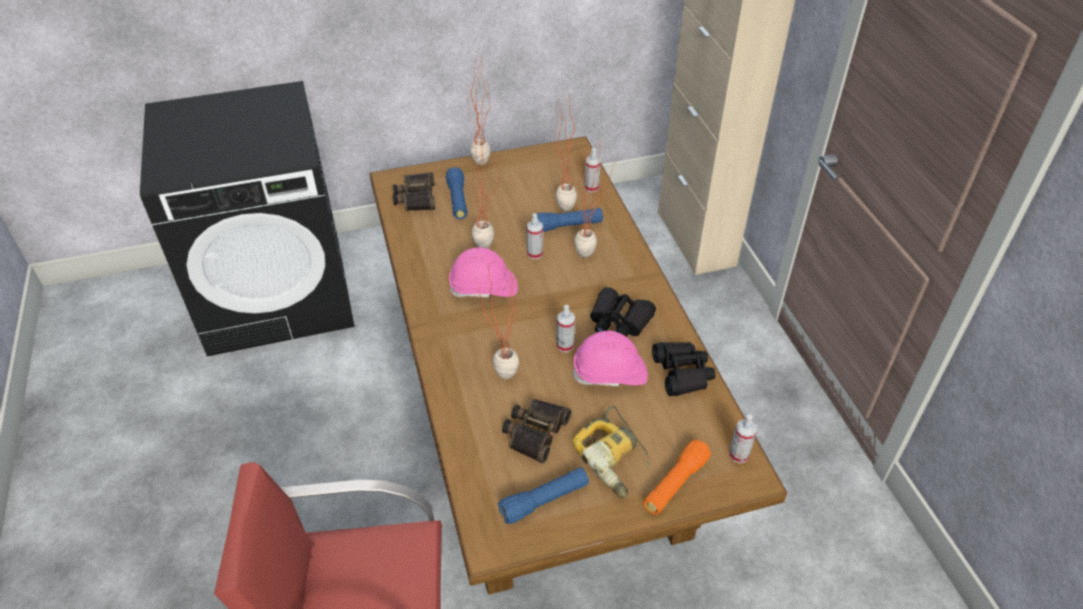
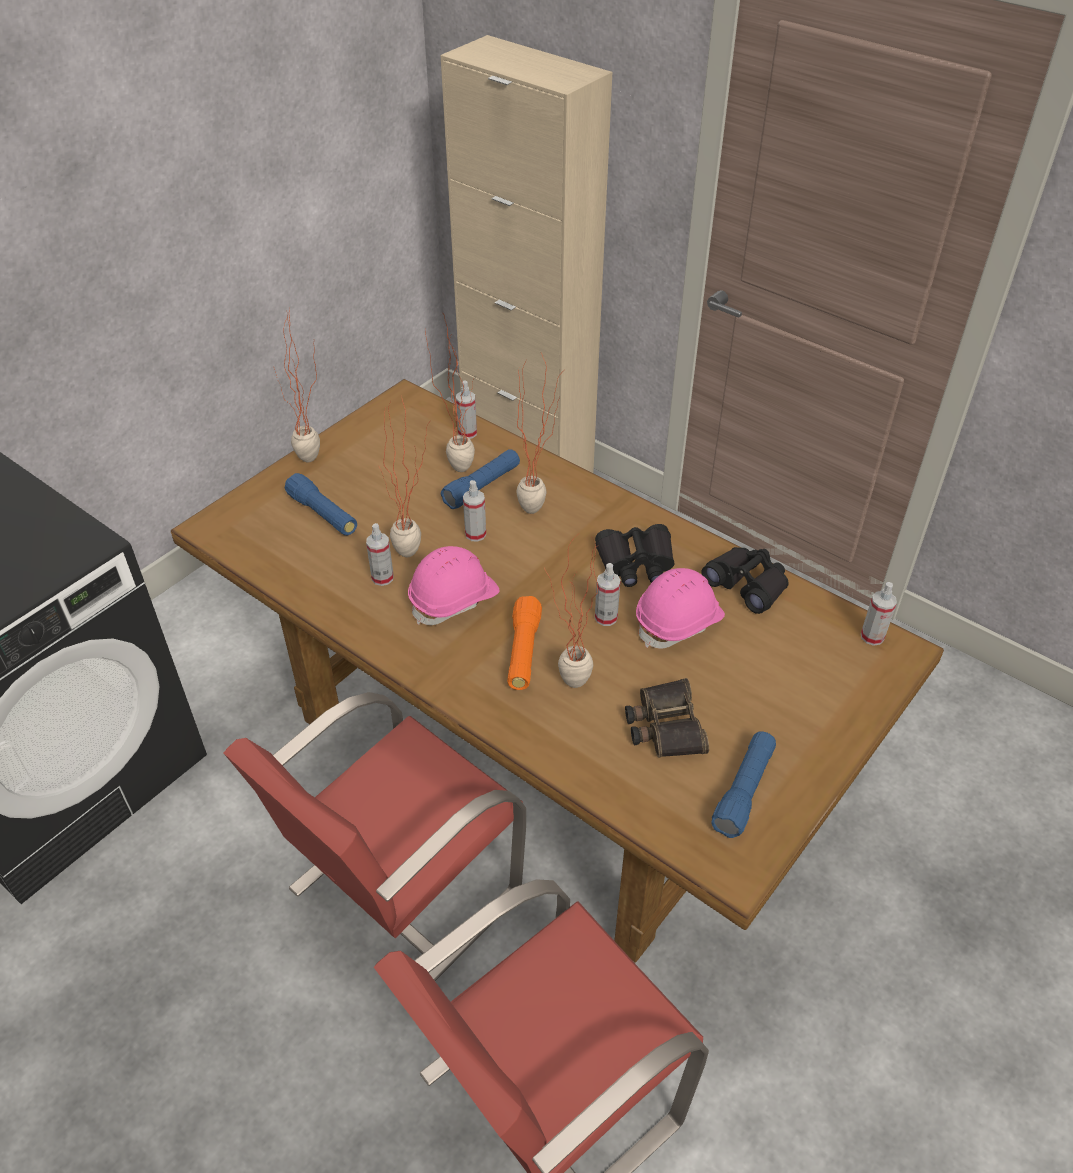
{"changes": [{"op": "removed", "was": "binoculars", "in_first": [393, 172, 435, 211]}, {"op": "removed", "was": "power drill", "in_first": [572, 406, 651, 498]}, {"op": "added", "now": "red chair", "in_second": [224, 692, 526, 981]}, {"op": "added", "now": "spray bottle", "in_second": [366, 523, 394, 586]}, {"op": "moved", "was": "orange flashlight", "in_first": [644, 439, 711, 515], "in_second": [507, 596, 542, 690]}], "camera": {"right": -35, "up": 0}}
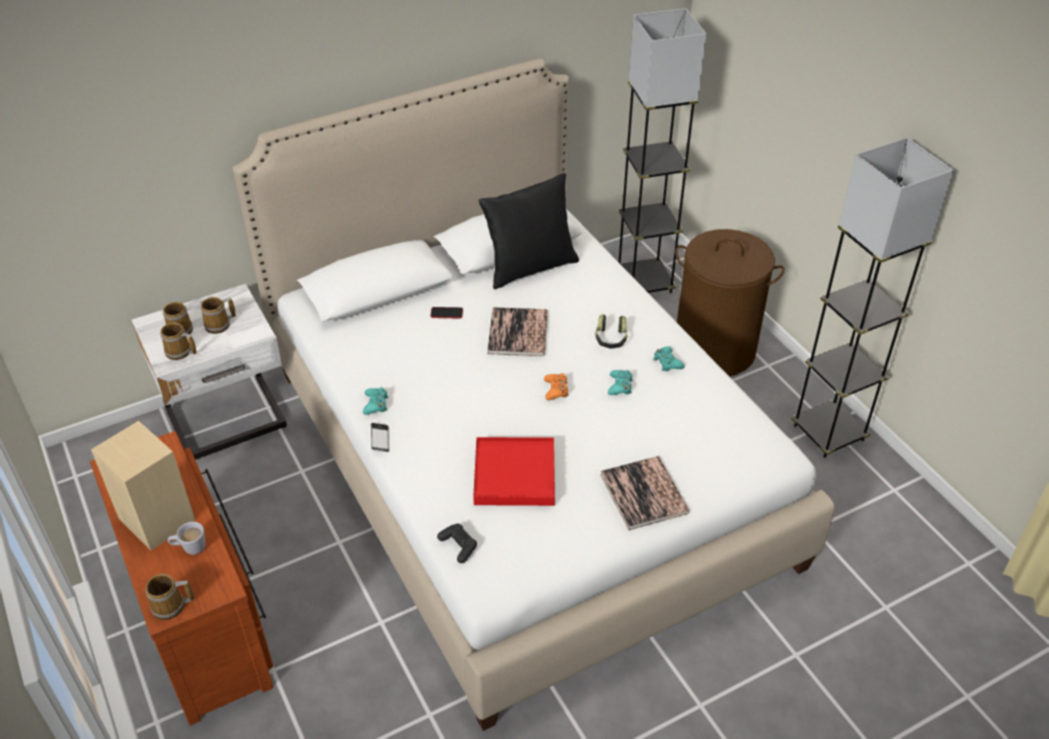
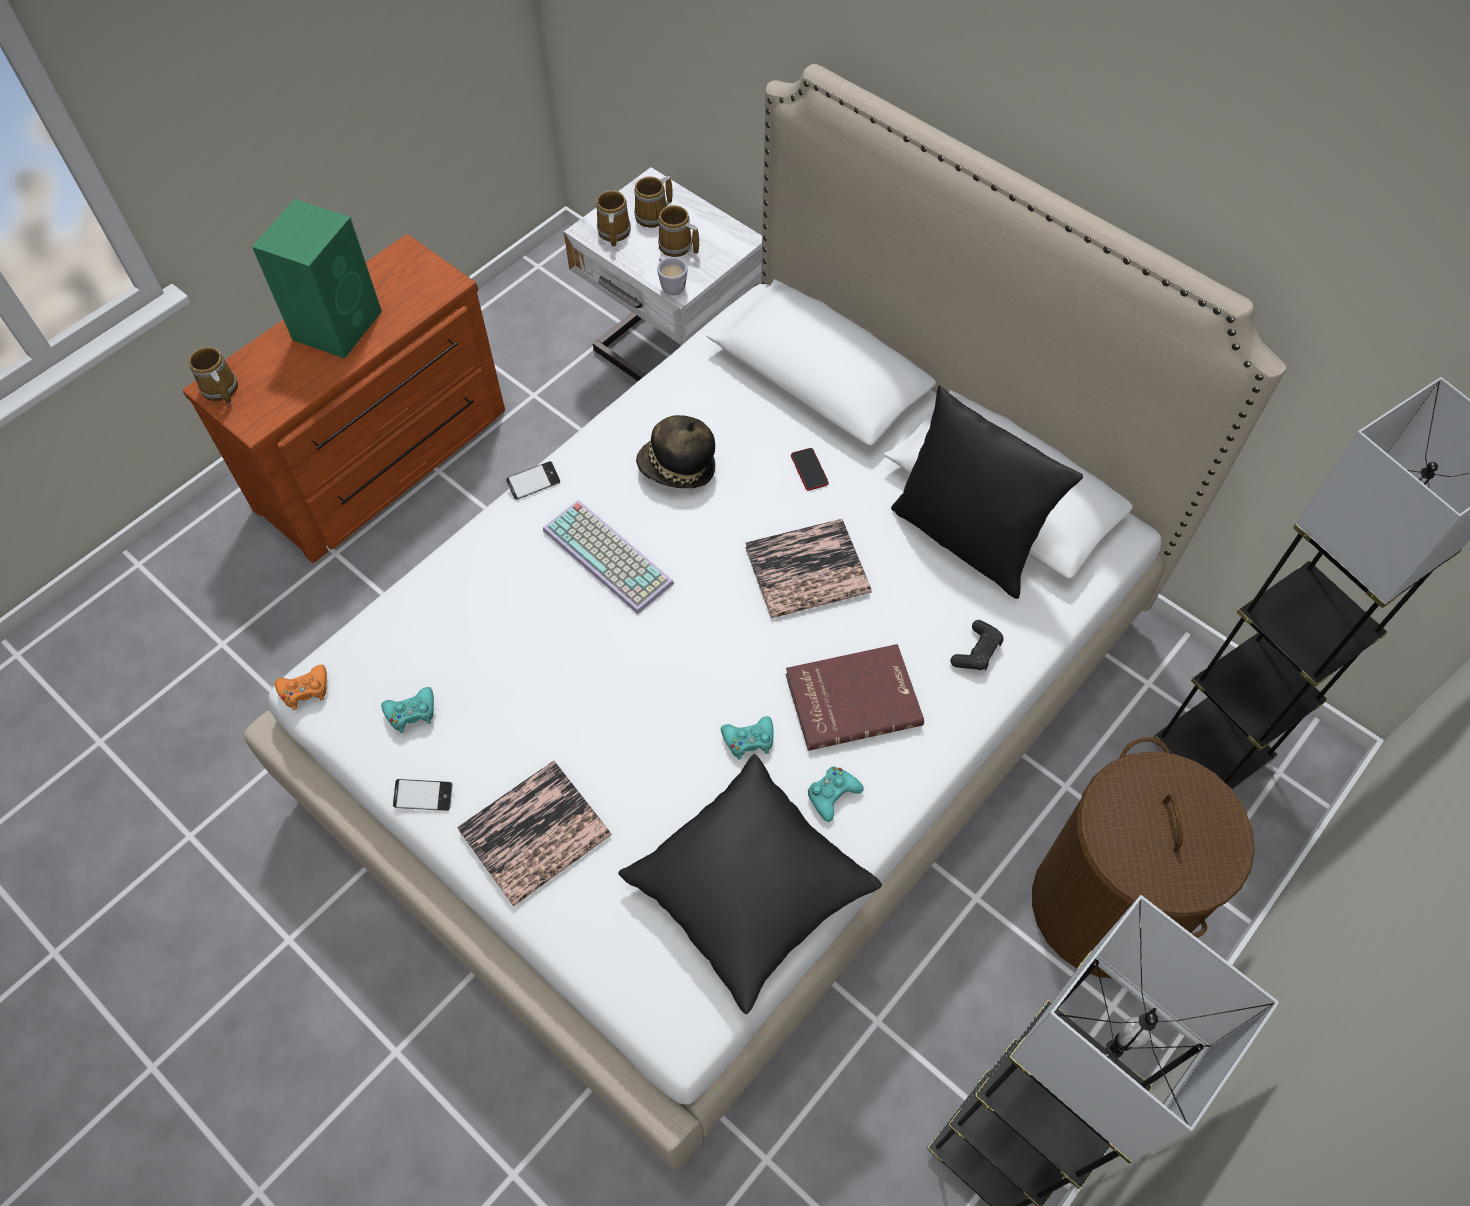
{"changes": [{"op": "removed", "was": "red tray", "in_first": [473, 437, 555, 506]}, {"op": "added", "now": "phone", "in_second": [393, 779, 453, 811]}, {"op": "added", "now": "keyboard", "in_second": [543, 500, 674, 614]}, {"op": "added", "now": "black pillow", "in_second": [619, 754, 882, 1014]}, {"op": "added", "now": "hat", "in_second": [636, 415, 715, 489]}, {"op": "moved", "was": "white mug", "in_first": [168, 522, 206, 555], "in_second": [657, 256, 688, 296]}, {"op": "moved", "was": "turquoise game controller", "in_first": [363, 387, 388, 415], "in_second": [381, 687, 434, 733]}, {"op": "moved", "was": "black game controller", "in_first": [437, 524, 477, 563], "in_second": [950, 620, 1004, 671]}, {"op": "moved", "was": "orange game controller", "in_first": [544, 373, 569, 400], "in_second": [275, 665, 327, 710]}, {"op": "replaced", "was": "headphones", "now": "red book", "in_first": [595, 314, 628, 349], "in_second": [786, 644, 924, 751]}, {"op": "recoloured", "was": "beige speaker", "now": "green speaker", "in_first": [91, 421, 196, 551], "in_second": [252, 199, 382, 359]}], "camera": {"right": 70, "up": 15}}
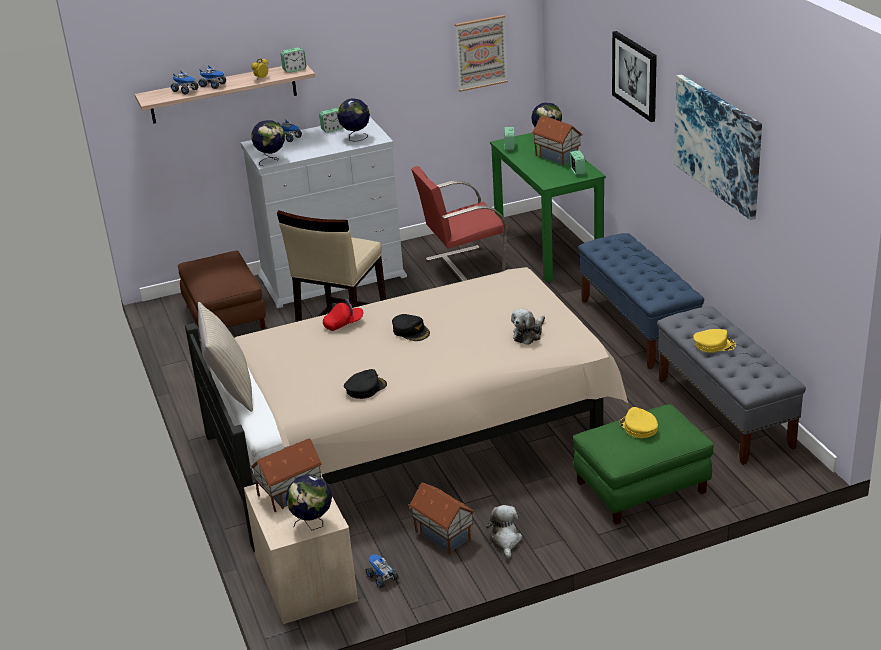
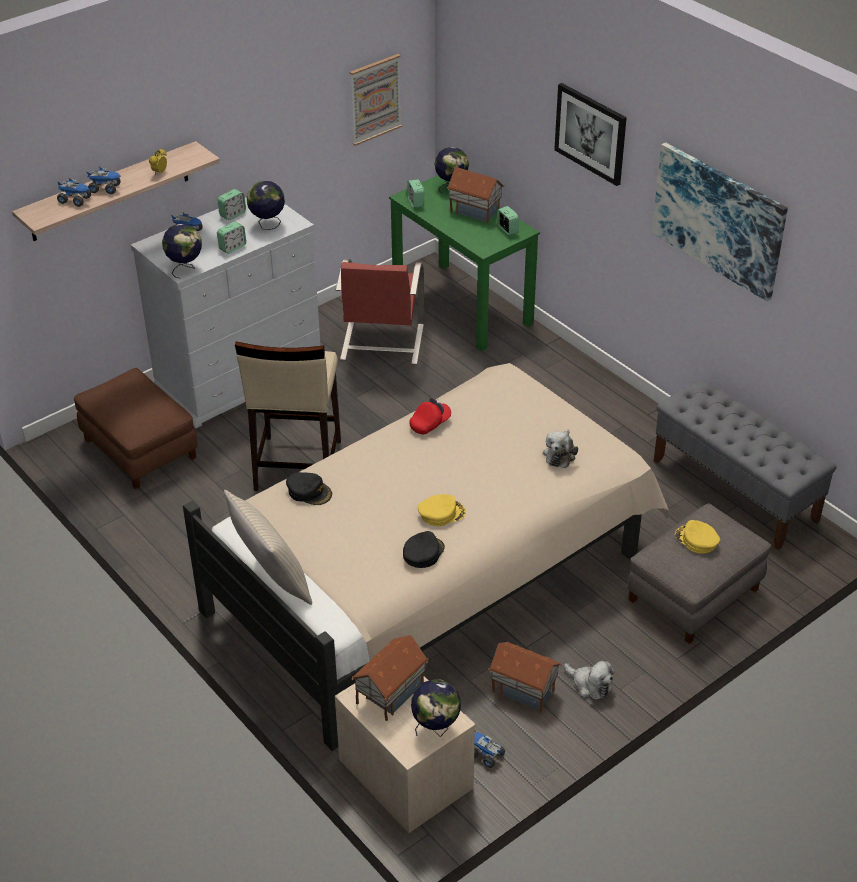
{"changes": [{"op": "removed", "was": "blue bench", "in_first": [578, 233, 704, 369]}, {"op": "moved", "was": "alarm clock", "in_first": [281, 47, 306, 73], "in_second": [217, 222, 246, 253]}, {"op": "moved", "was": "red cap", "in_first": [323, 299, 363, 331], "in_second": [410, 397, 451, 434]}, {"op": "moved", "was": "black cap", "in_first": [392, 314, 430, 341], "in_second": [286, 472, 332, 505]}, {"op": "moved", "was": "yellow cap", "in_first": [693, 329, 736, 353], "in_second": [418, 494, 466, 526]}, {"op": "recoloured", "was": "green ottoman", "now": "grey ottoman", "in_first": [573, 404, 714, 525], "in_second": [628, 504, 772, 644]}, {"op": "turned", "was": "red chair", "in_first": [411, 166, 508, 281], "in_second": [336, 258, 424, 365], "clockwise": -45}, {"op": "turned", "was": "plush toy", "in_first": [486, 505, 522, 559], "in_second": [564, 661, 615, 700], "clockwise": 150}], "camera": {"right": -20, "up": 10}}
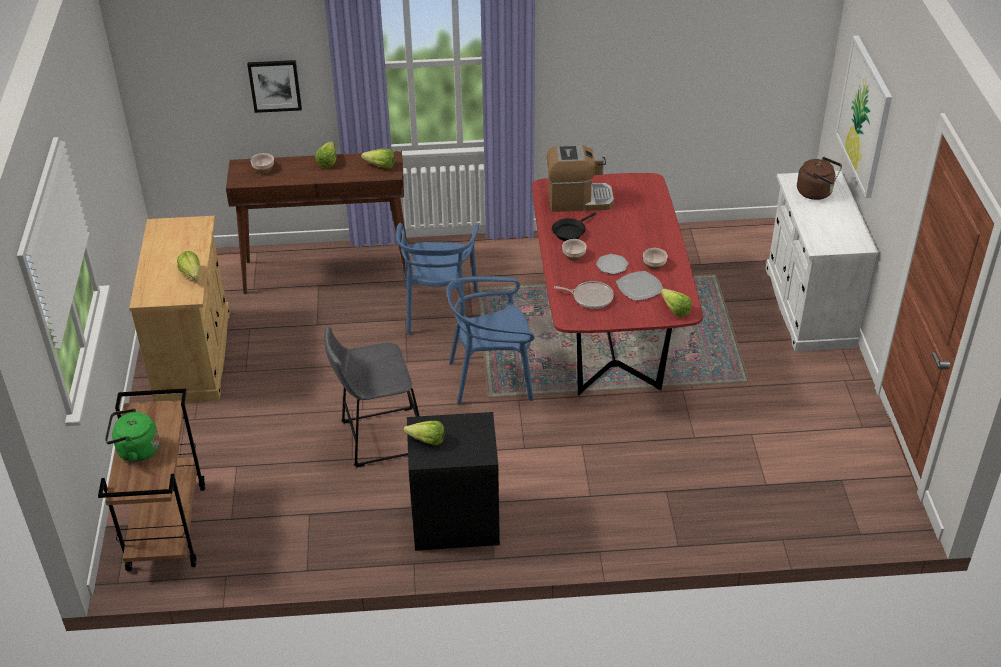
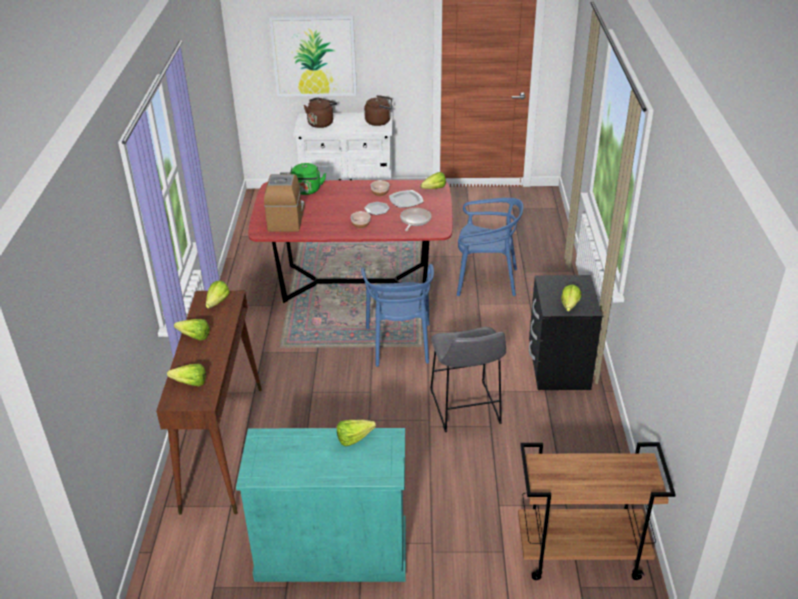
{"changes": [{"op": "removed", "was": "picture", "in_first": [247, 60, 302, 113]}, {"op": "removed", "was": "black frying pan", "in_first": [552, 212, 596, 241]}, {"op": "added", "now": "brown kettle", "in_second": [364, 95, 392, 126]}, {"op": "moved", "was": "green kettle", "in_first": [105, 408, 160, 462], "in_second": [290, 163, 326, 195]}, {"op": "moved", "was": "blue chair", "in_first": [396, 223, 479, 335], "in_second": [456, 198, 523, 296]}, {"op": "replaced", "was": "bowl", "now": "lettuce", "in_first": [251, 153, 274, 173], "in_second": [167, 364, 206, 387]}, {"op": "recoloured", "was": "beige cabinet", "now": "turquoise cabinet", "in_first": [129, 216, 230, 402], "in_second": [236, 428, 406, 582]}], "camera": {"right": -85, "up": -5}}
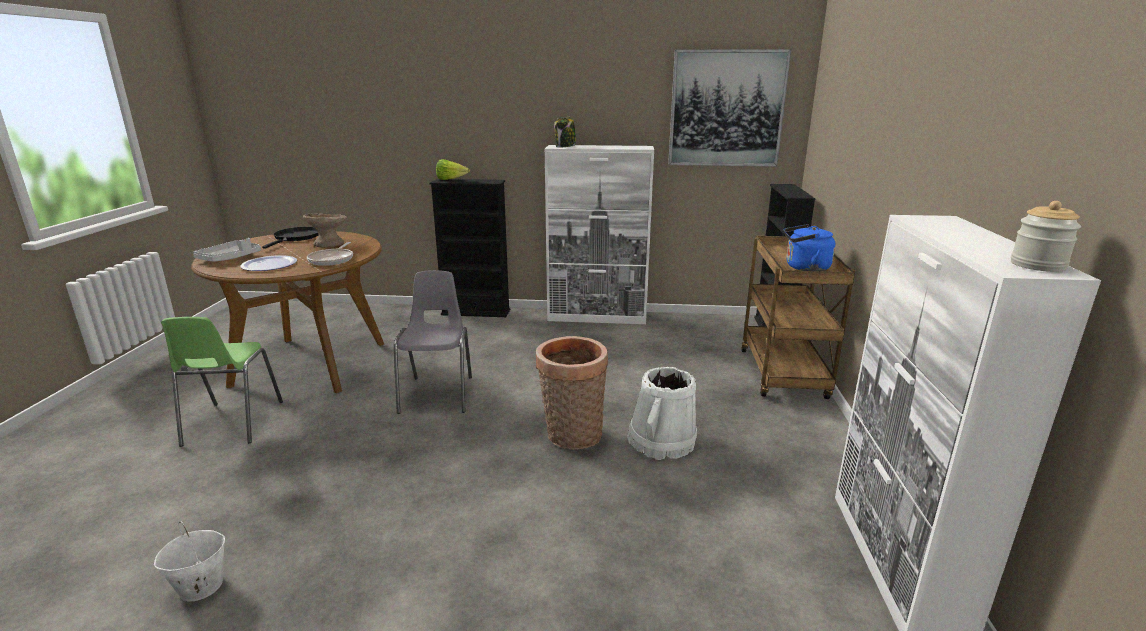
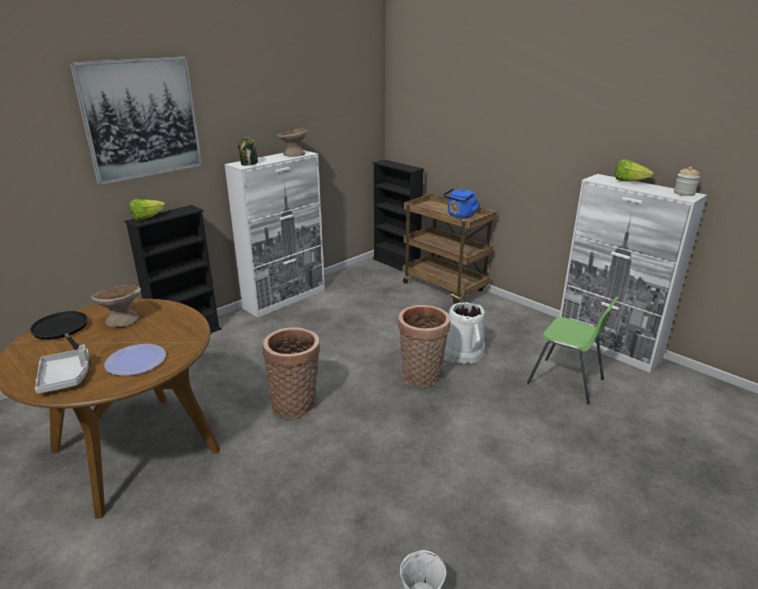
{"changes": [{"op": "removed", "was": "frying pan", "in_first": [307, 242, 353, 266]}, {"op": "added", "now": "beige bowl", "in_second": [277, 128, 308, 157]}, {"op": "added", "now": "lettuce", "in_second": [615, 159, 654, 181]}, {"op": "moved", "was": "green chair", "in_first": [161, 317, 283, 447], "in_second": [527, 296, 619, 404]}, {"op": "moved", "was": "picture", "in_first": [668, 49, 791, 167], "in_second": [69, 56, 202, 185]}, {"op": "replaced", "was": "grey chair", "now": "basket", "in_first": [394, 270, 472, 414], "in_second": [263, 327, 320, 419]}], "camera": {"right": -50, "up": 5}}
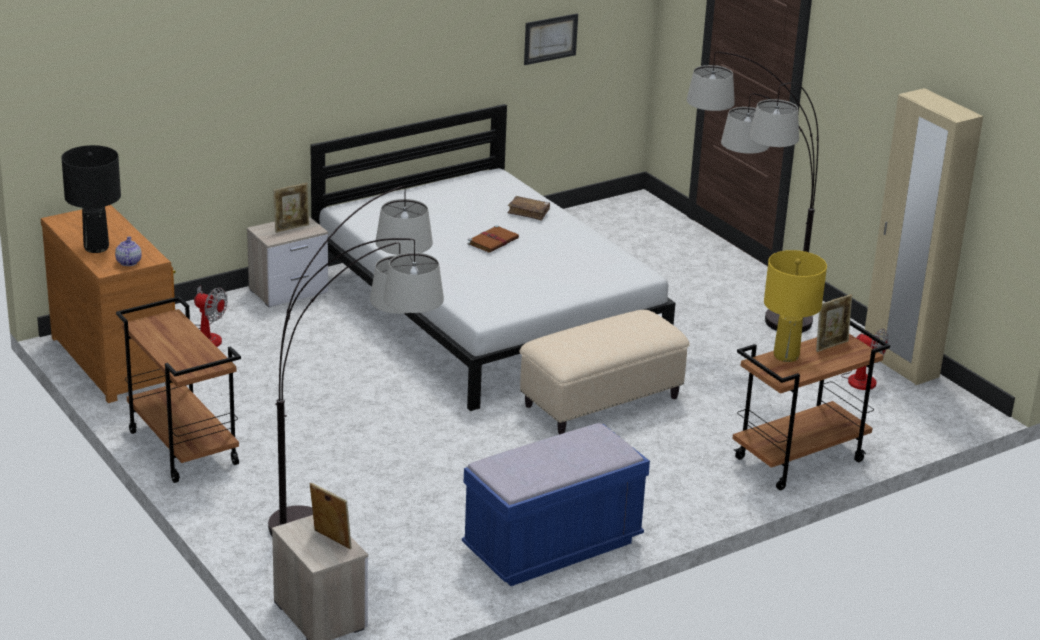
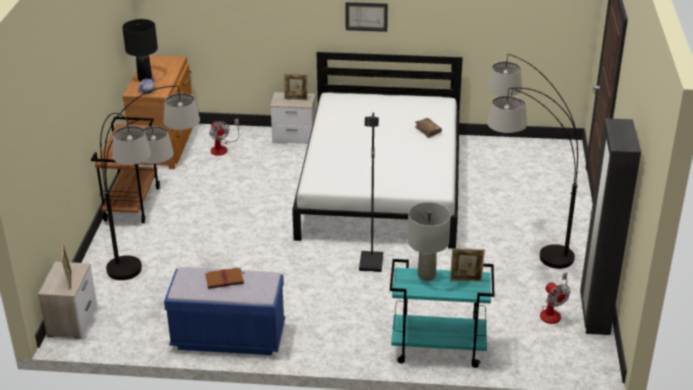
{"changes": [{"op": "moved", "was": "brown book", "in_first": [468, 225, 519, 253], "in_second": [205, 267, 245, 289]}, {"op": "moved", "was": "picture", "in_first": [524, 14, 578, 65], "in_second": [345, 2, 388, 32]}, {"op": "replaced", "was": "beige ottoman", "now": "black floor lamp", "in_first": [519, 310, 690, 434], "in_second": [359, 112, 383, 272]}, {"op": "recoloured", "was": "brown cart", "now": "turquoise cart", "in_first": [733, 320, 890, 490], "in_second": [390, 259, 494, 368]}, {"op": "recoloured", "was": "yellow table lamp", "now": "grey table lamp", "in_first": [764, 250, 827, 362], "in_second": [408, 202, 451, 281]}, {"op": "recoloured", "was": "beige wardrobe", "now": "black wardrobe", "in_first": [865, 88, 983, 385], "in_second": [580, 118, 641, 335]}], "camera": {"right": 40, "up": 5}}
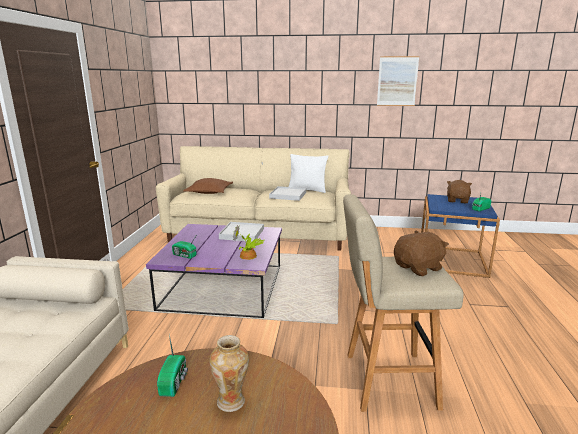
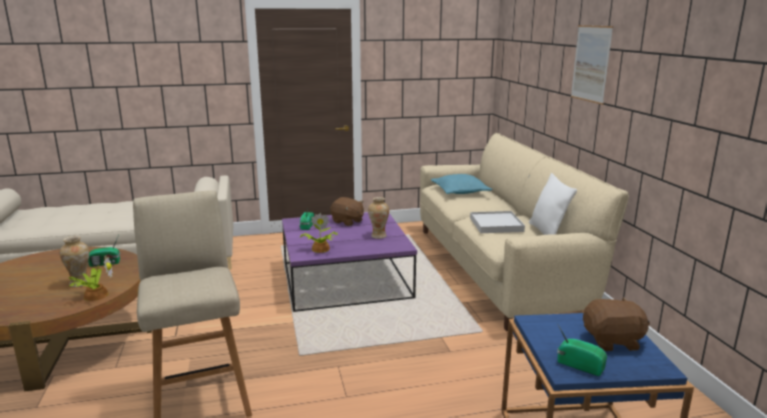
{"changes": [{"op": "added", "now": "potted plant", "in_second": [69, 256, 113, 301]}, {"op": "moved", "was": "picture", "in_first": [377, 56, 419, 106], "in_second": [571, 25, 613, 105]}, {"op": "moved", "was": "brown plush toy", "in_first": [394, 230, 449, 277], "in_second": [330, 197, 364, 226]}, {"op": "replaced", "was": "white tray", "now": "vase", "in_first": [219, 222, 264, 242], "in_second": [368, 197, 389, 239]}, {"op": "recoloured", "was": "brown pillow", "now": "turquoise pillow", "in_first": [183, 178, 233, 194], "in_second": [431, 174, 492, 194]}], "camera": {"right": 70, "up": 0}}
